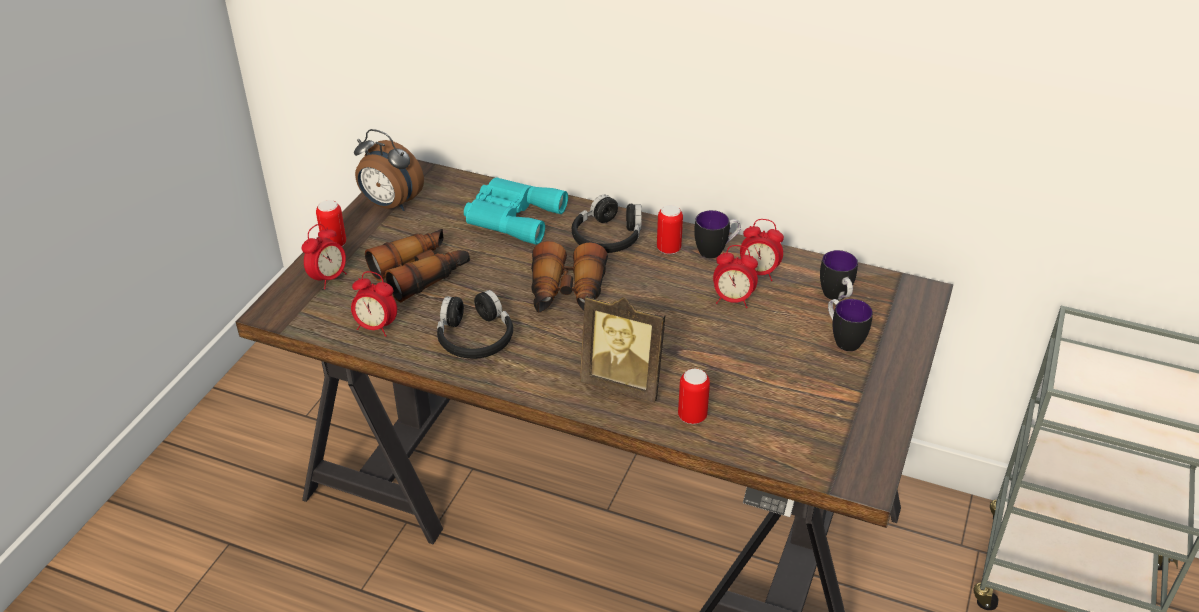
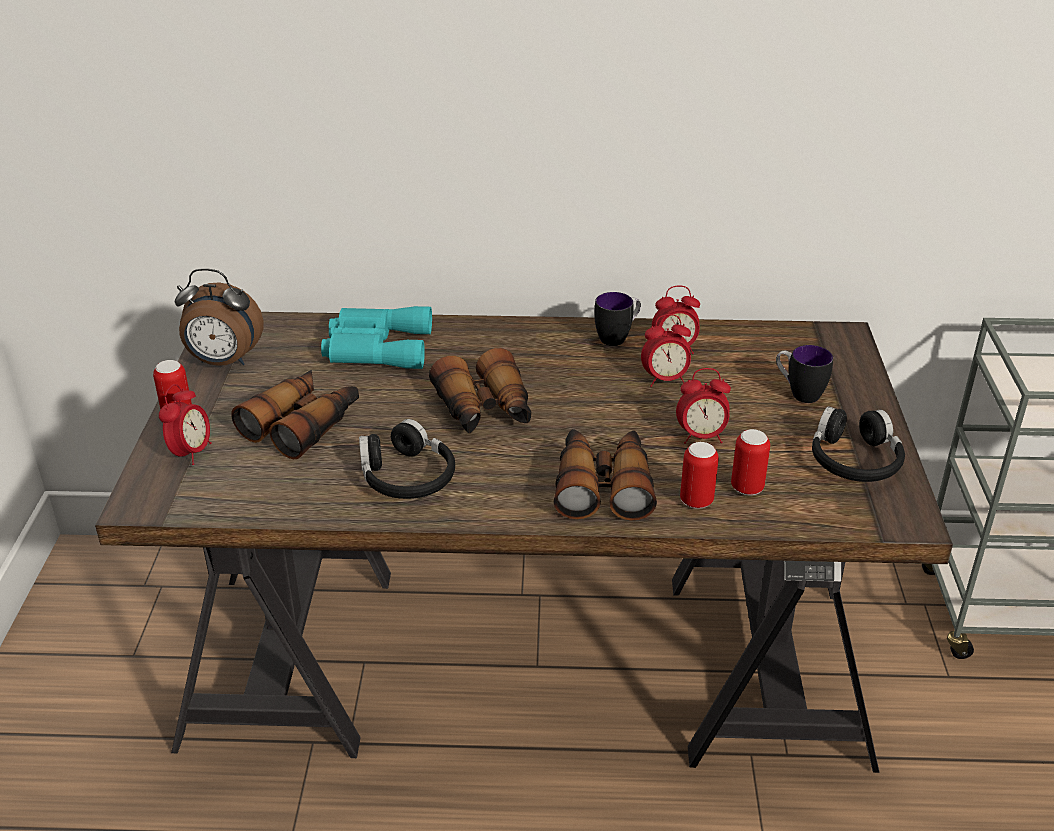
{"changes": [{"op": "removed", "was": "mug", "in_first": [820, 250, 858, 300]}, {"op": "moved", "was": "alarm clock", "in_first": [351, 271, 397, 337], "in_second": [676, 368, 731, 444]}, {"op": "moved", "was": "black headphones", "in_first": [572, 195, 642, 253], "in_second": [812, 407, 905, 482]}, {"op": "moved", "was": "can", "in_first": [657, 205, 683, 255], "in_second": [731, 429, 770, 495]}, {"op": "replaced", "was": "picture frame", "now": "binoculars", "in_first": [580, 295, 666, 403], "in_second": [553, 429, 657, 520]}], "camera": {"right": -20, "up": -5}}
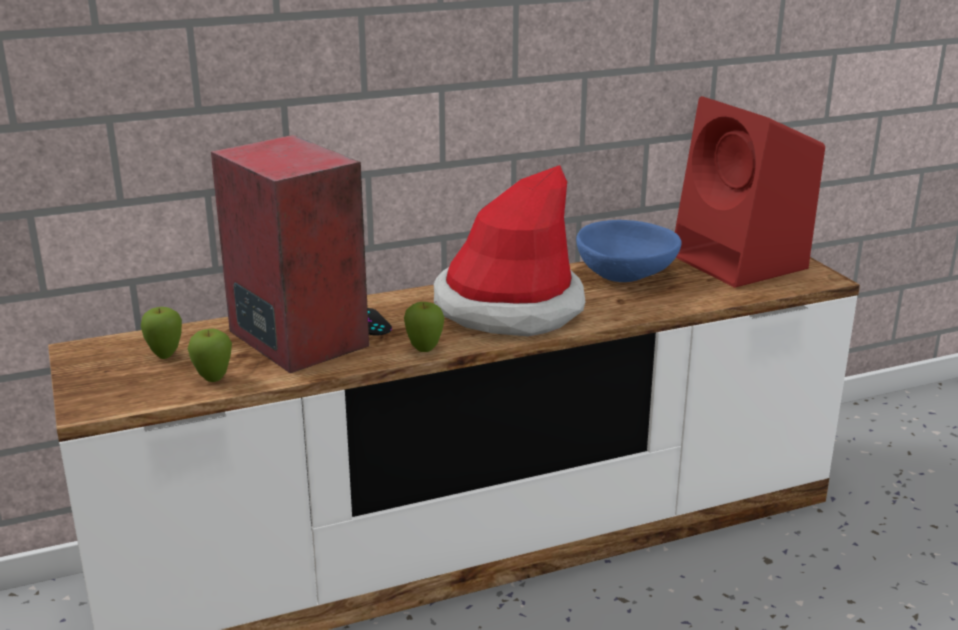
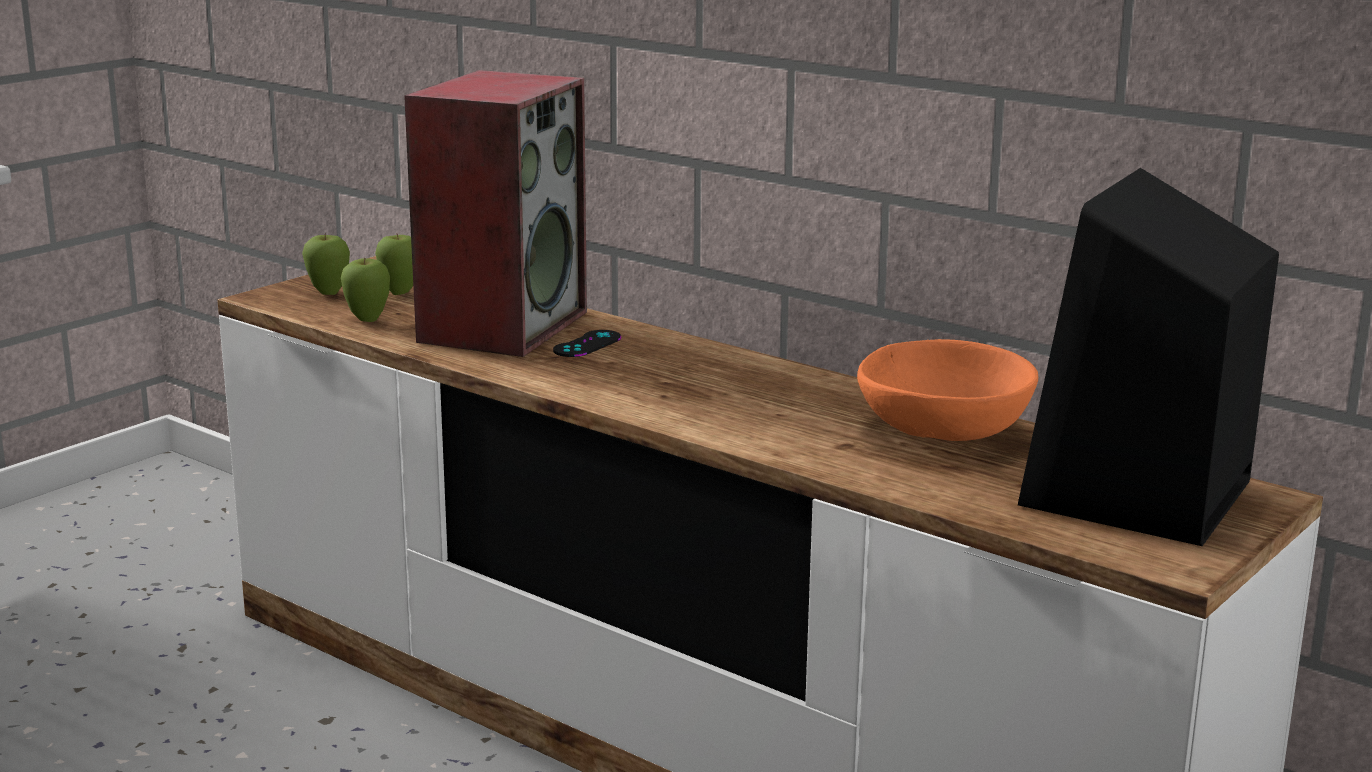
{"changes": [{"op": "removed", "was": "hat", "in_first": [434, 165, 586, 337]}, {"op": "moved", "was": "apple", "in_first": [404, 302, 445, 352], "in_second": [302, 234, 350, 295]}, {"op": "recoloured", "was": "blue bowl", "now": "orange bowl", "in_first": [576, 220, 682, 282], "in_second": [857, 339, 1038, 441]}, {"op": "recoloured", "was": "red speaker", "now": "black speaker", "in_first": [675, 96, 825, 288], "in_second": [1018, 168, 1279, 546]}], "camera": {"right": 60, "up": -5}}
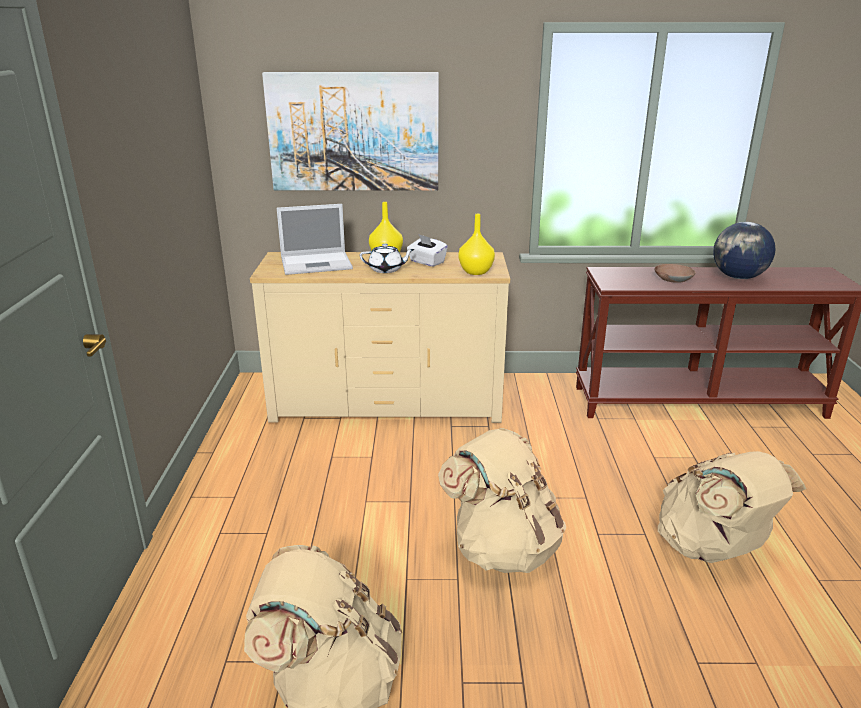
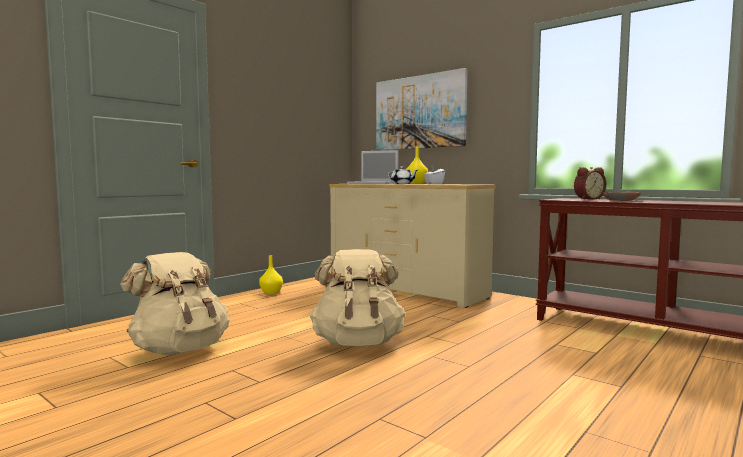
{"changes": [{"op": "removed", "was": "beige backpack", "in_first": [658, 451, 806, 563]}, {"op": "removed", "was": "globe", "in_first": [713, 222, 776, 279]}, {"op": "added", "now": "alarm clock", "in_second": [574, 167, 606, 199]}, {"op": "moved", "was": "yellow vase", "in_first": [458, 214, 495, 275], "in_second": [259, 255, 283, 294]}], "camera": {"right": 40, "up": -20}}
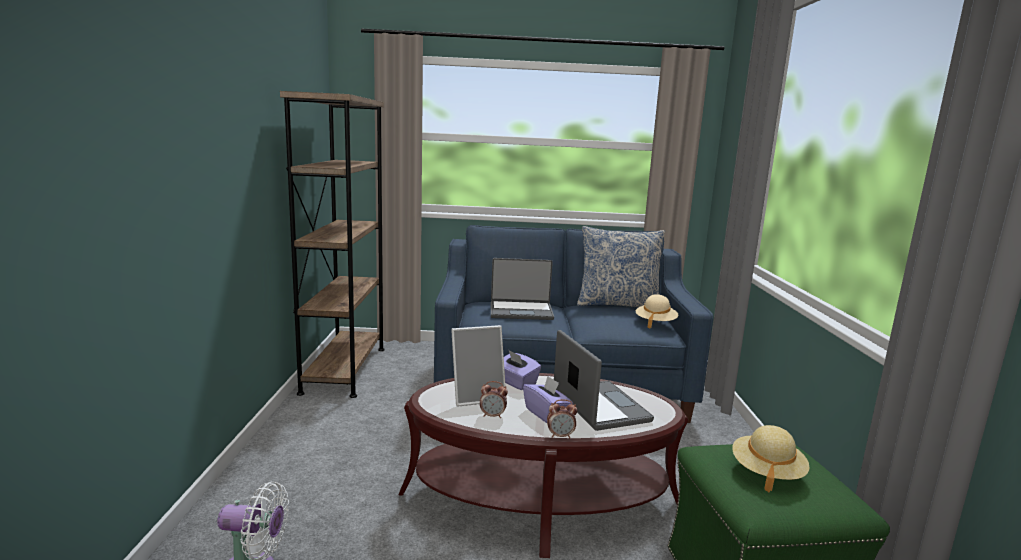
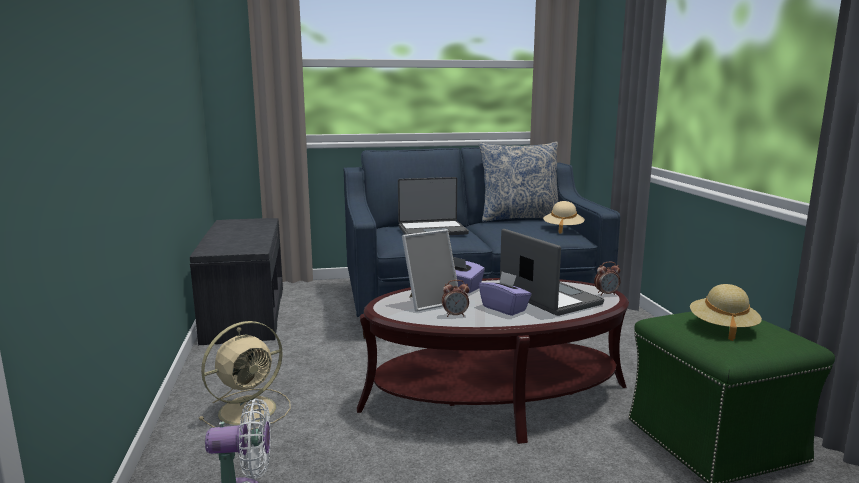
{"changes": [{"op": "added", "now": "beige fan", "in_second": [199, 321, 291, 430]}, {"op": "moved", "was": "alarm clock", "in_first": [547, 399, 578, 438], "in_second": [594, 262, 620, 296]}, {"op": "replaced", "was": "brown bookcase", "now": "grey bench", "in_first": [280, 91, 385, 398], "in_second": [190, 218, 283, 345]}], "camera": {"right": -10, "up": 0}}
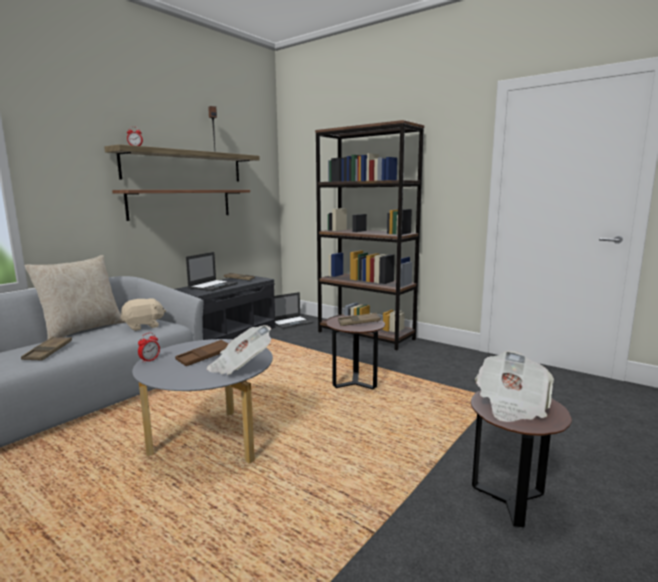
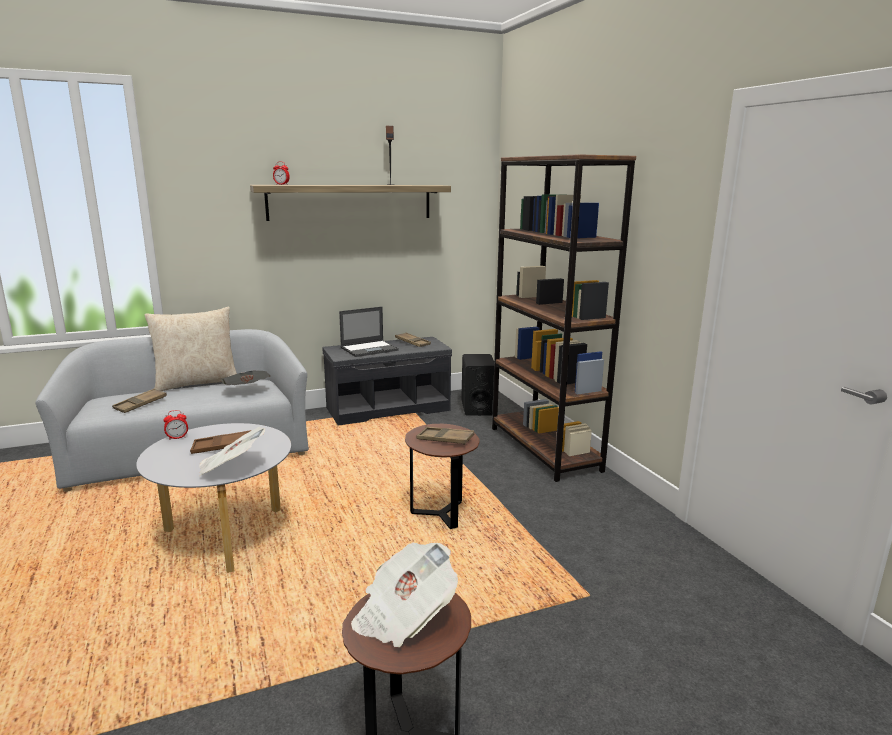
{"changes": [{"op": "removed", "was": "shelf", "in_first": [112, 190, 250, 221]}, {"op": "replaced", "was": "beige plush toy", "now": "newspaper", "in_first": [120, 298, 166, 331], "in_second": [221, 371, 271, 385]}, {"op": "replaced", "was": "laptop", "now": "black speaker", "in_first": [274, 292, 313, 329], "in_second": [461, 354, 494, 416]}], "camera": {"right": 30, "up": 5}}
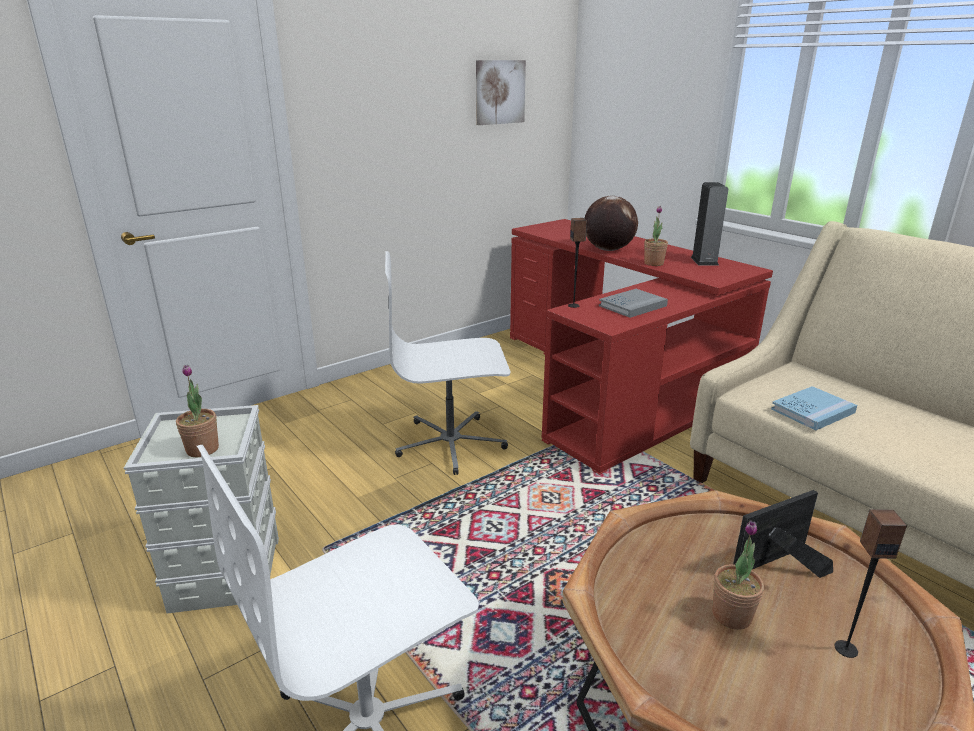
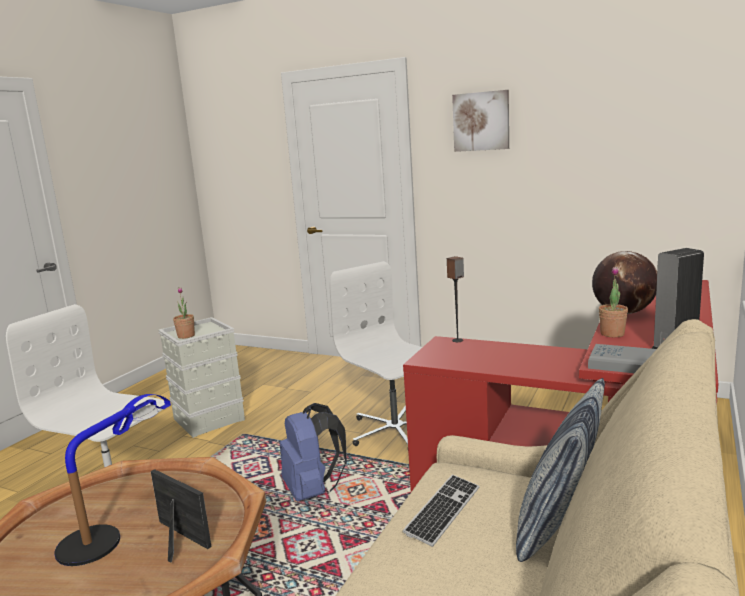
{"changes": [{"op": "removed", "was": "speaker", "in_first": [834, 509, 907, 658]}, {"op": "added", "now": "blue backpack", "in_second": [280, 403, 347, 501]}, {"op": "added", "now": "pillow", "in_second": [516, 378, 605, 562]}, {"op": "moved", "was": "picture", "in_first": [476, 60, 526, 125], "in_second": [452, 90, 509, 152]}, {"op": "moved", "was": "grey book", "in_first": [599, 289, 668, 318], "in_second": [588, 344, 656, 373]}, {"op": "replaced", "was": "potted plant", "now": "table lamp", "in_first": [712, 520, 764, 630], "in_second": [54, 394, 171, 566]}, {"op": "replaced", "was": "blue book", "now": "keyboard", "in_first": [771, 386, 857, 430], "in_second": [403, 475, 479, 547]}], "camera": {"right": 65, "up": -10}}
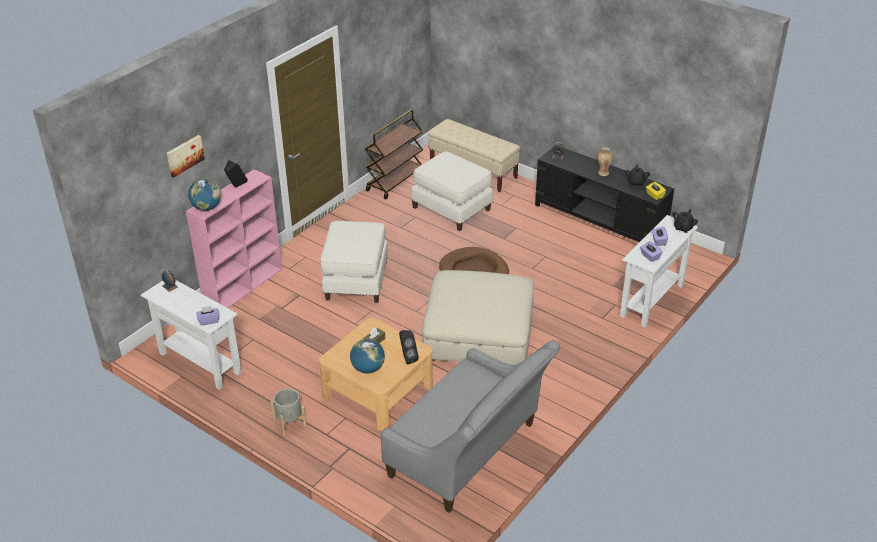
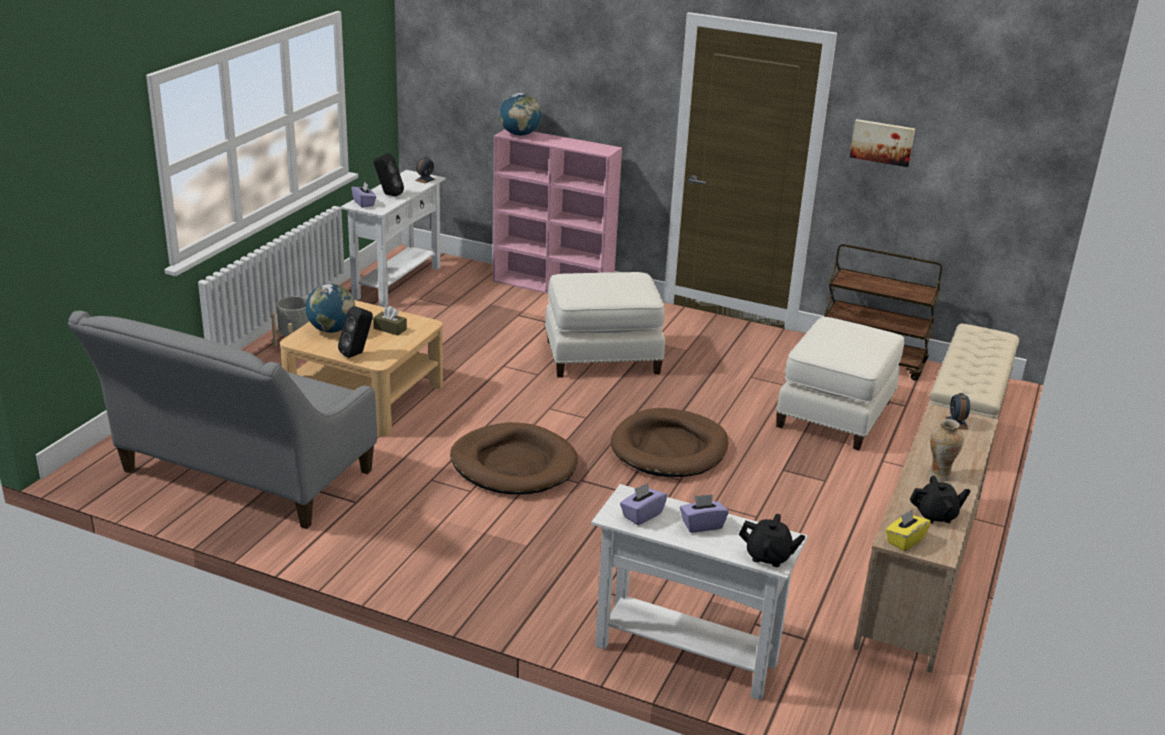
{"changes": [{"op": "moved", "was": "picture", "in_first": [167, 135, 205, 177], "in_second": [850, 119, 915, 167]}, {"op": "moved", "was": "black speaker", "in_first": [224, 160, 248, 187], "in_second": [374, 153, 404, 196]}, {"op": "replaced", "was": "beige ottoman", "now": "brown dog bed", "in_first": [422, 270, 534, 365], "in_second": [450, 422, 578, 495]}, {"op": "recoloured", "was": "black tv stand", "now": "beige tv stand", "in_first": [535, 148, 674, 242], "in_second": [853, 404, 998, 673]}], "camera": {"right": 75, "up": -10}}
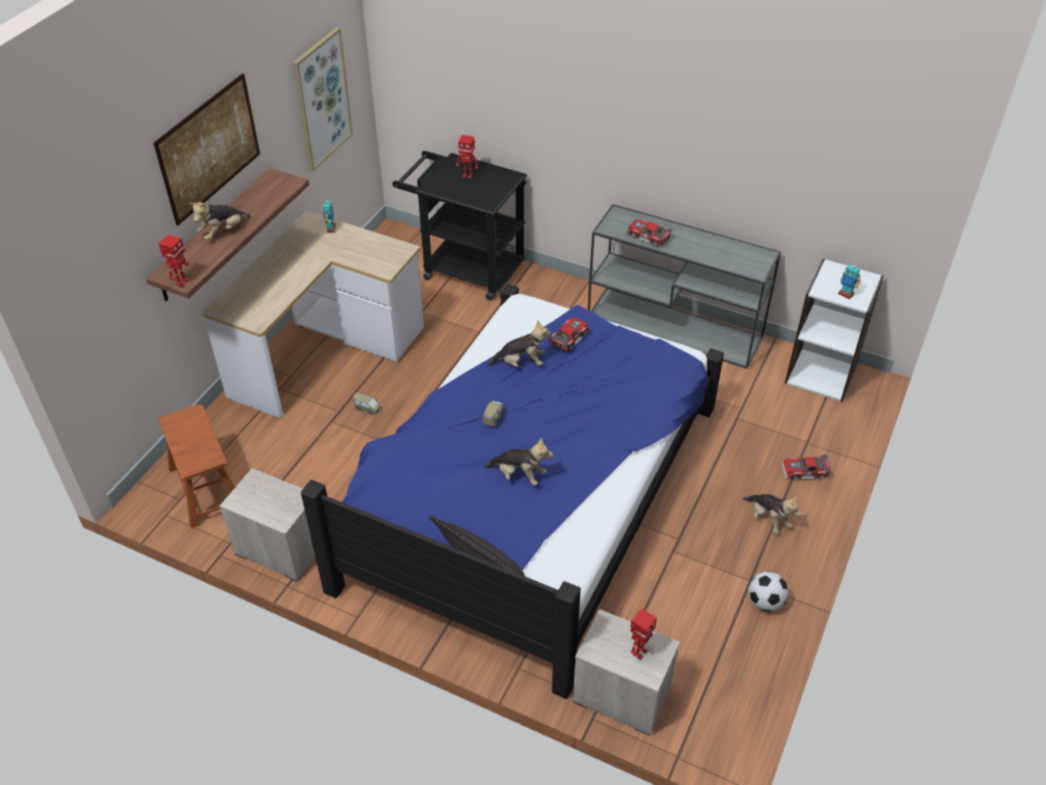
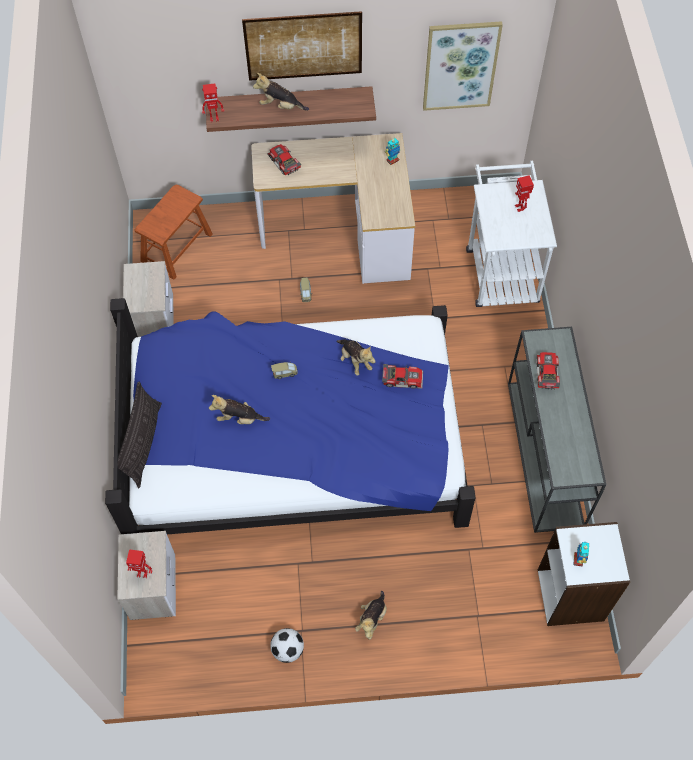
{"changes": [{"op": "moved", "was": "toy car", "in_first": [781, 455, 832, 480], "in_second": [267, 144, 301, 175]}, {"op": "recoloured", "was": "black cart", "now": "white cart", "in_first": [392, 151, 527, 300], "in_second": [466, 161, 557, 307]}, {"op": "turned", "was": "plush toy", "in_first": [484, 438, 553, 485], "in_second": [209, 395, 270, 424], "clockwise": 105}], "camera": {"right": 60, "up": 15}}
